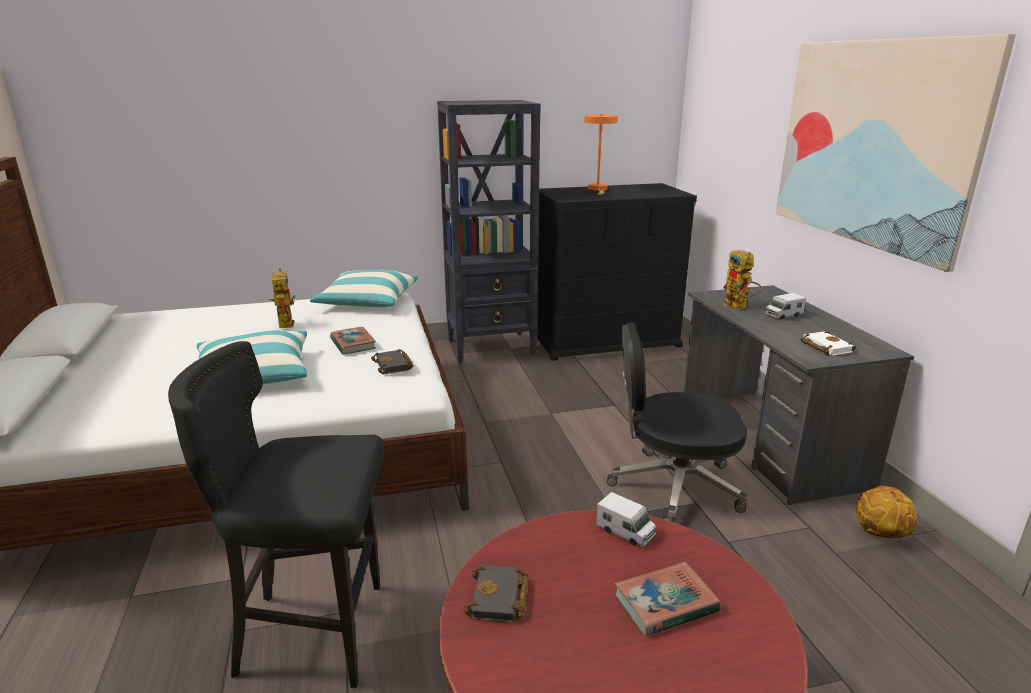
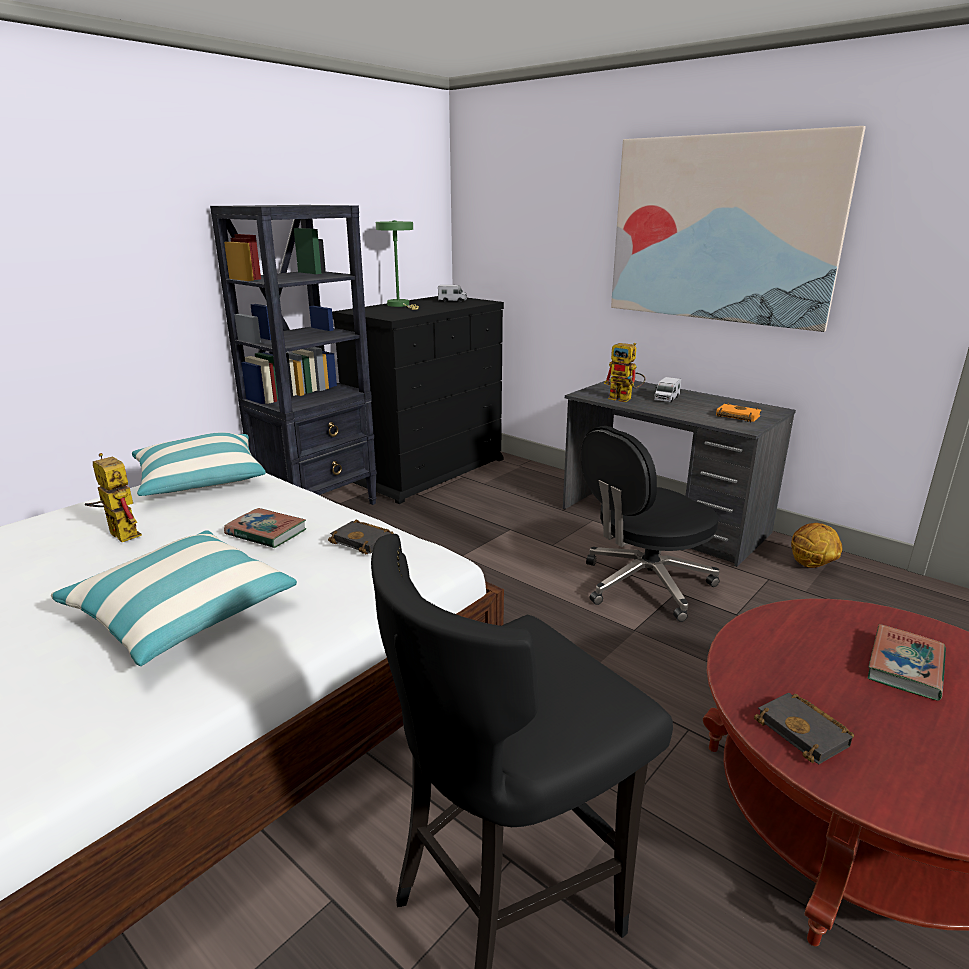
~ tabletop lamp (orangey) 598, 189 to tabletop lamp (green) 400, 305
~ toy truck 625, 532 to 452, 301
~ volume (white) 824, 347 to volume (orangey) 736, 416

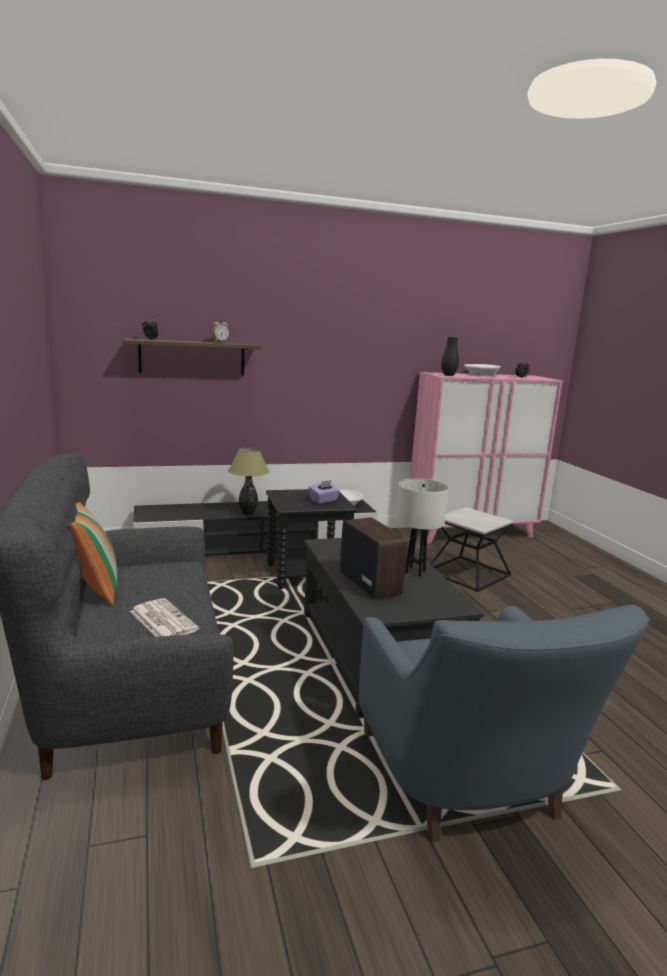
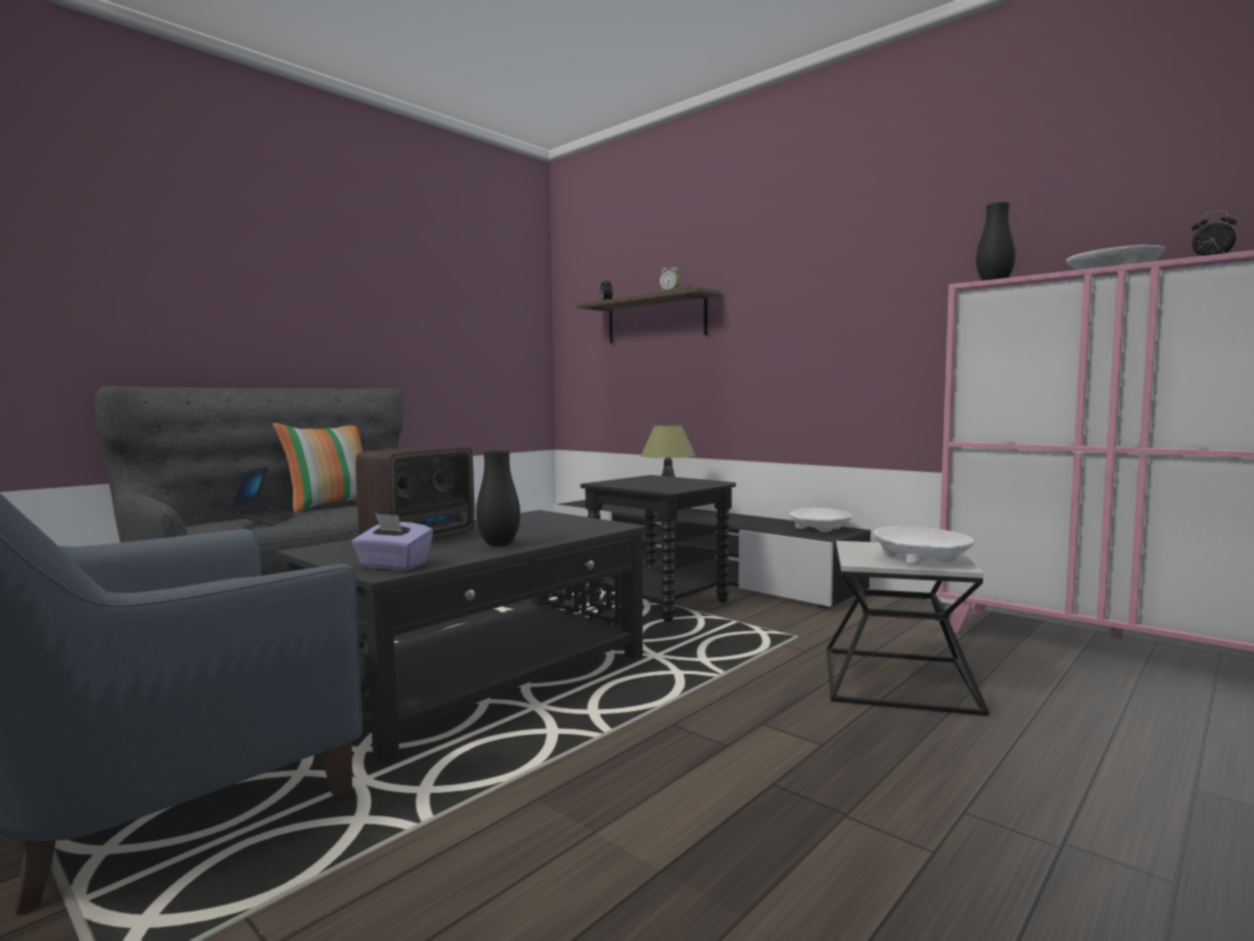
~ printed paper 162, 620 to notebook computer 263, 521
~ box of tissues (purple-coloured) 324, 500 to 393, 566
~ tabletop lamp (white) 415, 572 to vase (blackish) 499, 545
+ deep dish (white) 921, 559

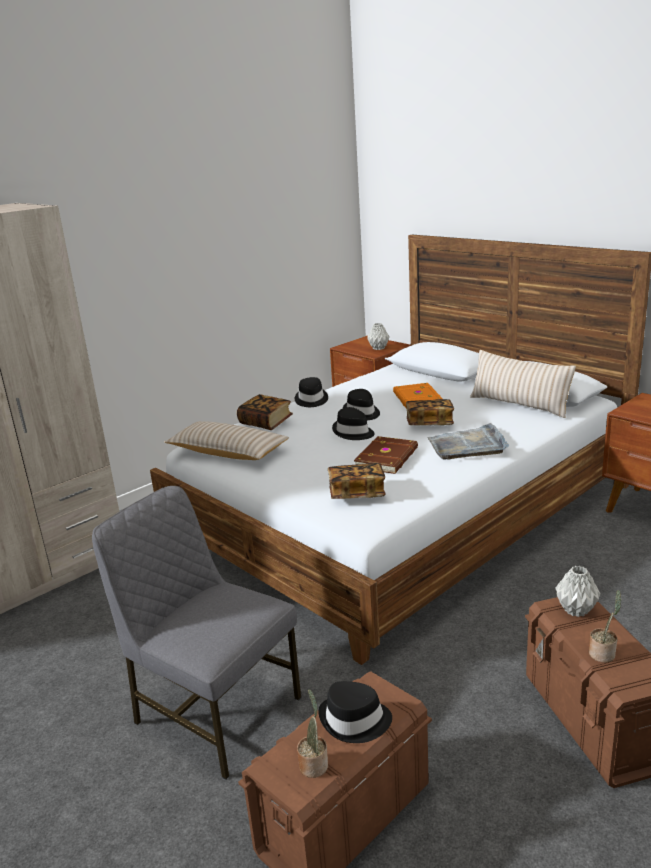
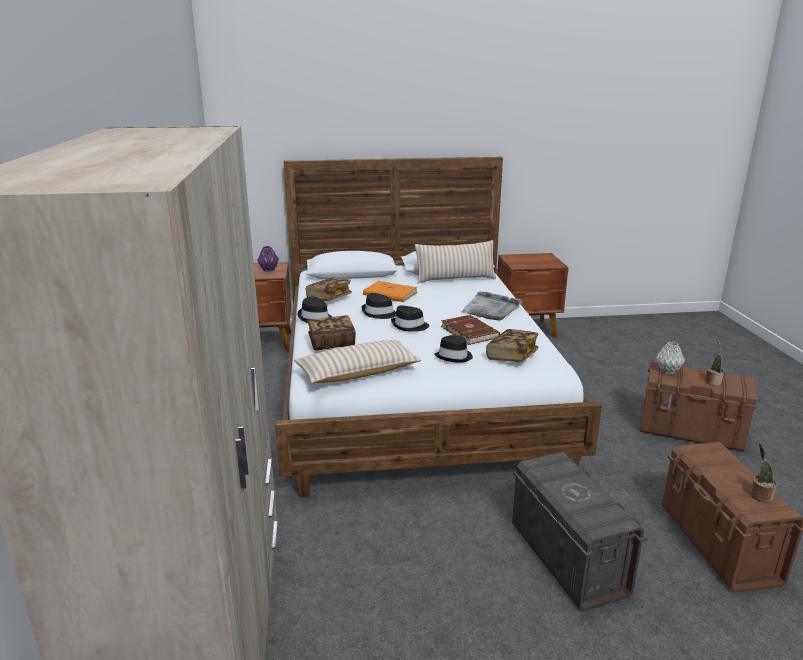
~ vase (gray) 378, 348 to vase (purple-coloured) 268, 270
~ volume 429, 423 to 329, 298
~ wearable hat (blackish) 355, 721 to 454, 356
~ upright chair (gray) 214, 710 to storage box (gray) 567, 558

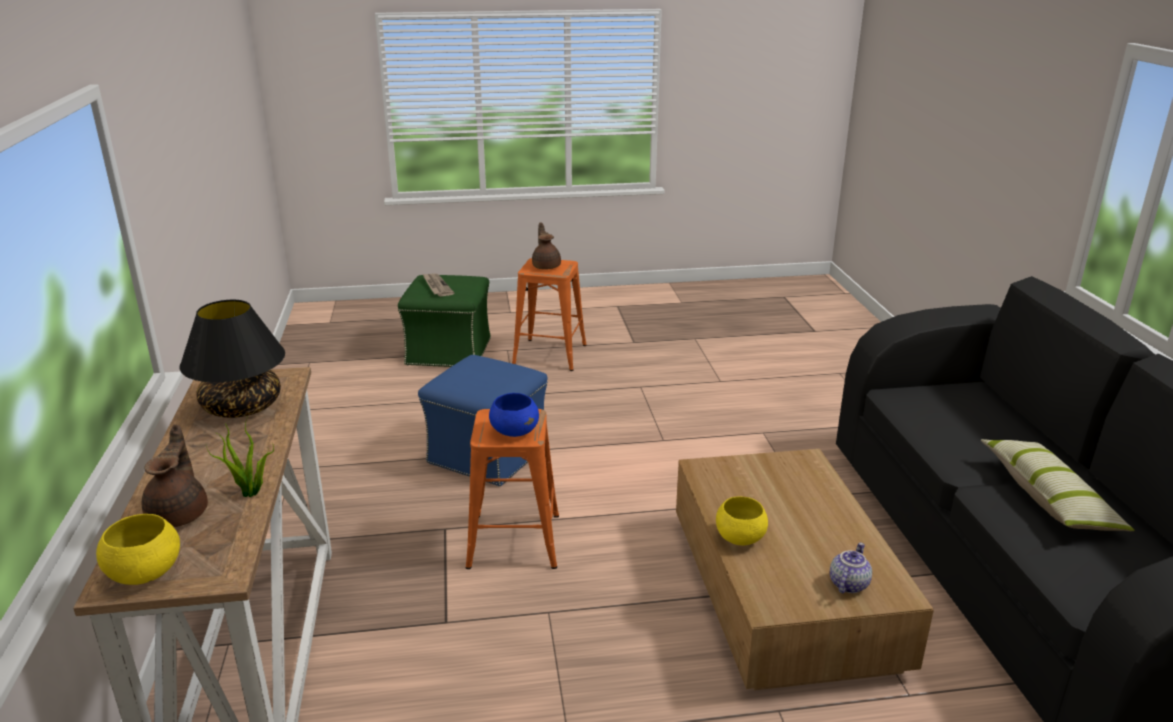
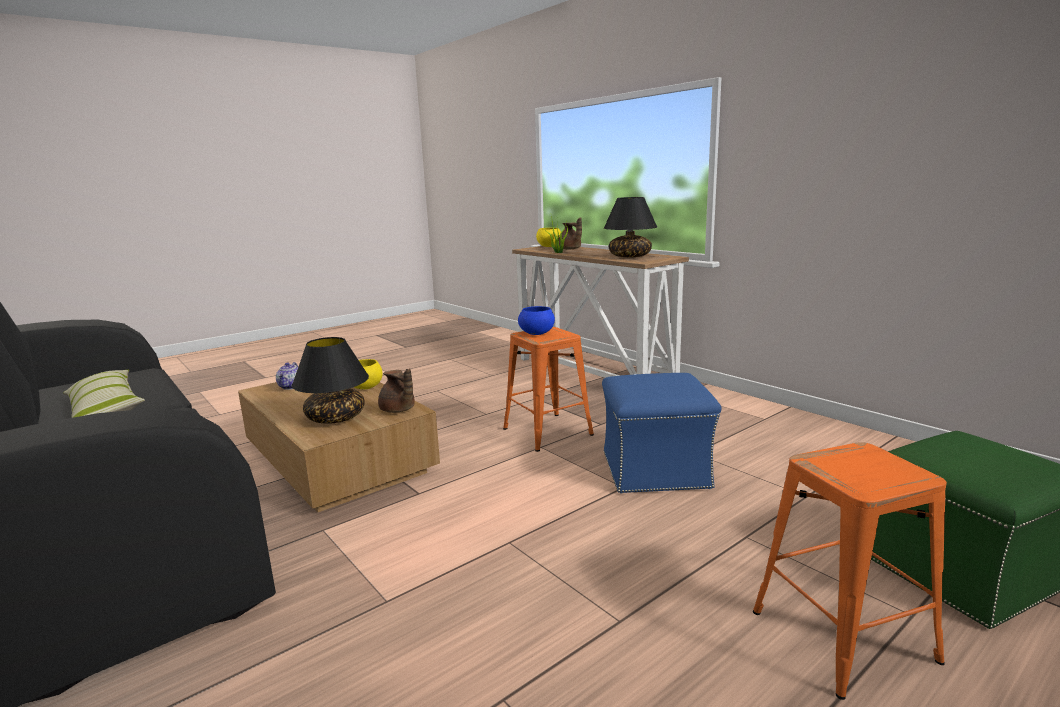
+ tabletop lamp (blackish) 335, 417
~ pot for tea (brown-coloured) 546, 266 to 398, 410
- printed paper 436, 286

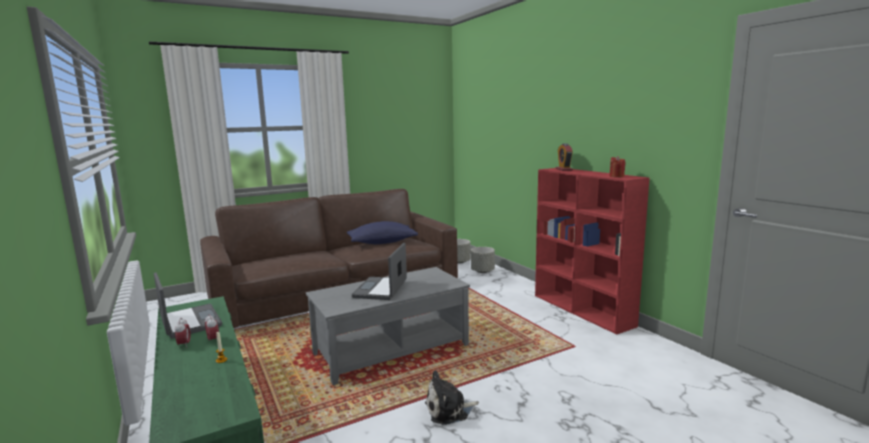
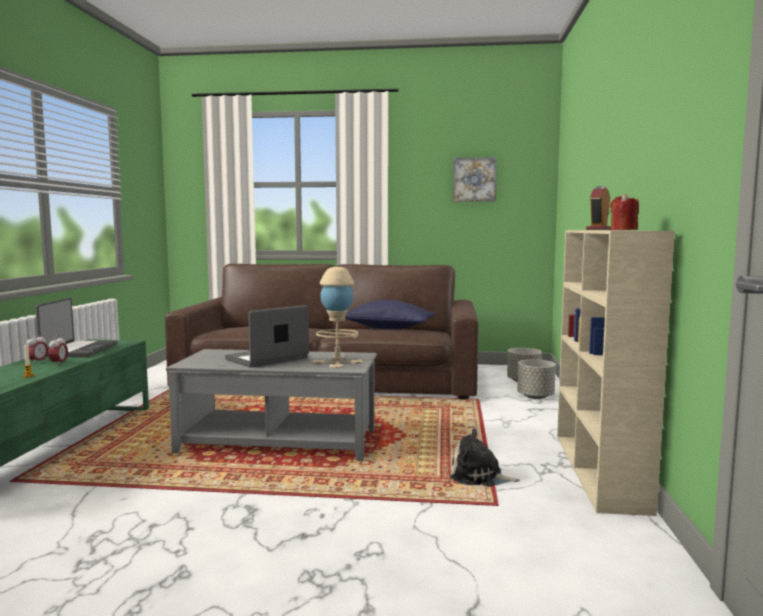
+ tabletop lamp (beige) 337, 362
~ cuddly toy 449, 410 to 479, 477
+ wall picture 474, 180
~ bookcase (reddish) 583, 310 to bookcase (beige) 600, 471

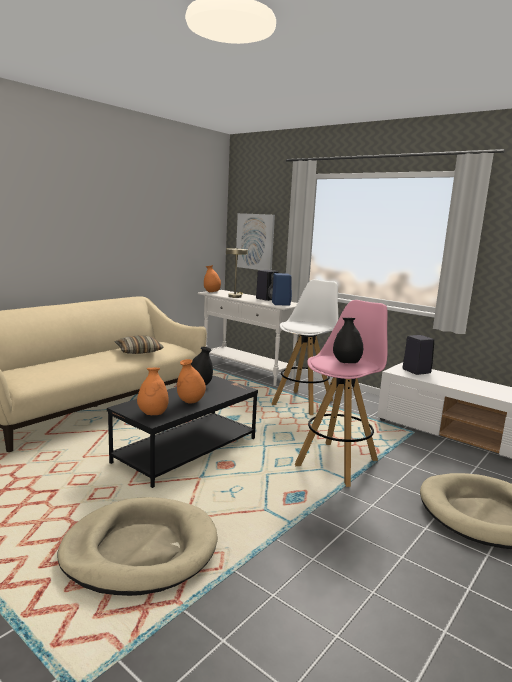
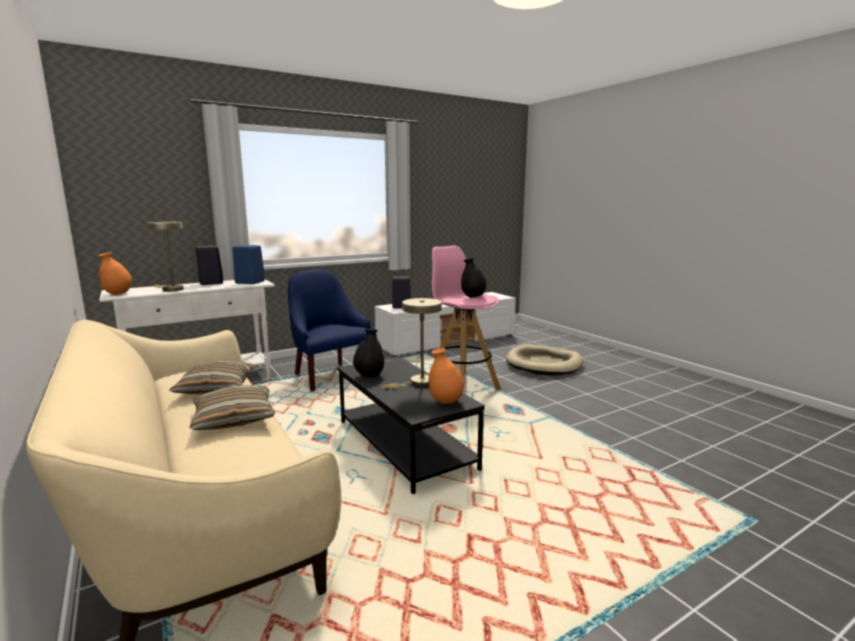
+ pillow 234, 418
~ stool (white) 303, 402 to armchair (bluish) 330, 375
~ vase (orangey) 190, 402 to tabletop lamp (beige) 417, 383
- dog cushion (beige) 140, 549
- wall picture 255, 241

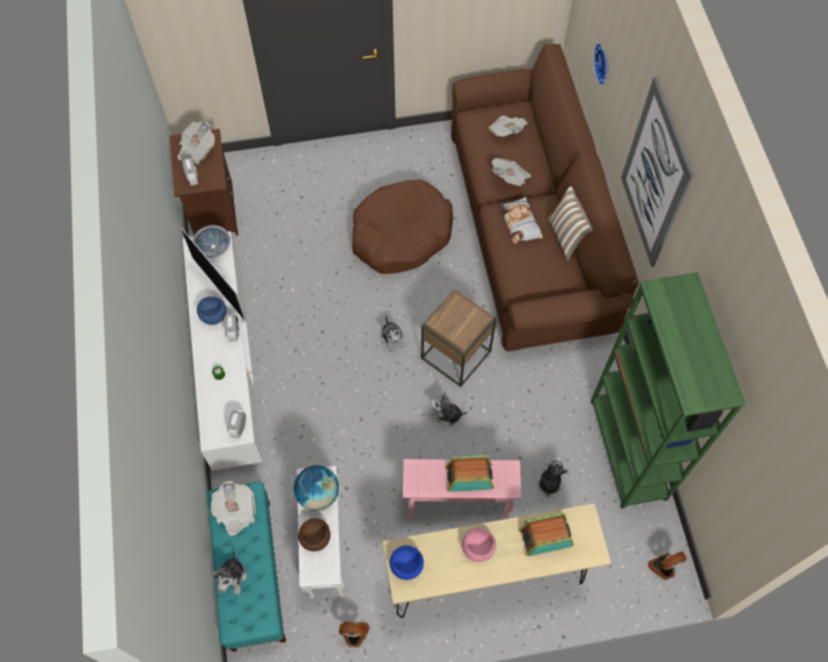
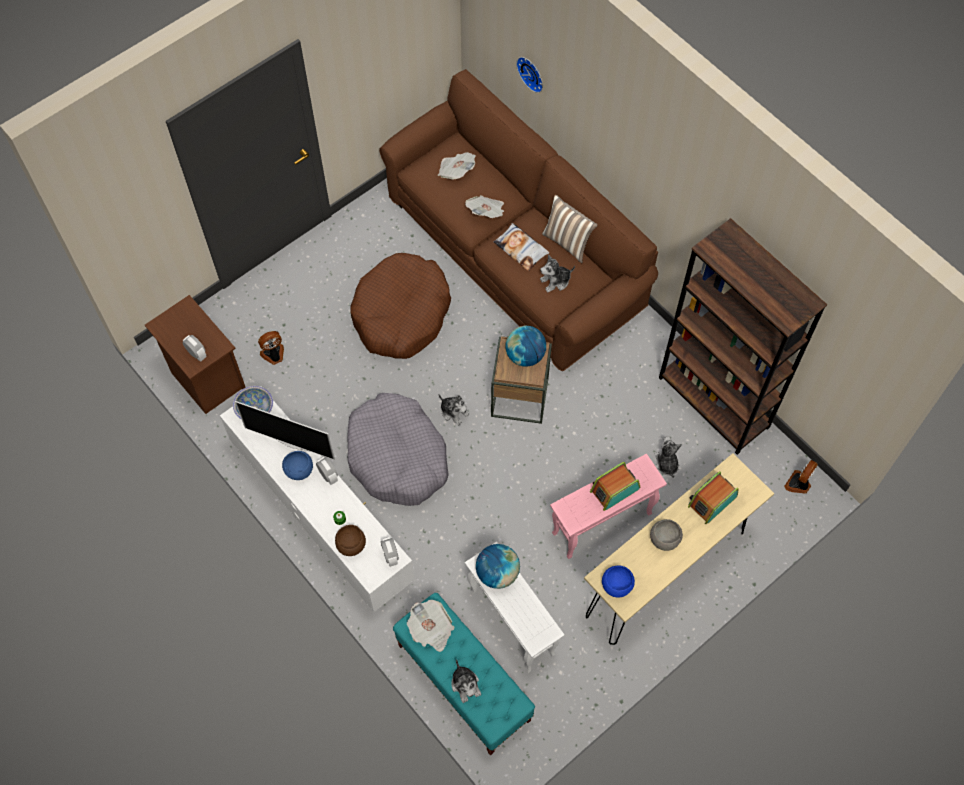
~ cooling fan 354, 634 to 274, 355
~ deep dish (brown-coloured) 315, 538 to 351, 545
+ dog cushion (gray) 397, 457
+ desk globe 525, 355
~ cuddly toy 446, 415 to 555, 281
~ deep dish (pink) 477, 547 to deep dish (gray) 664, 539
~ bookcase (green) 628, 450 to bookcase (brown-coloured) 714, 402
- printed paper 196, 150
- wall picture 655, 176

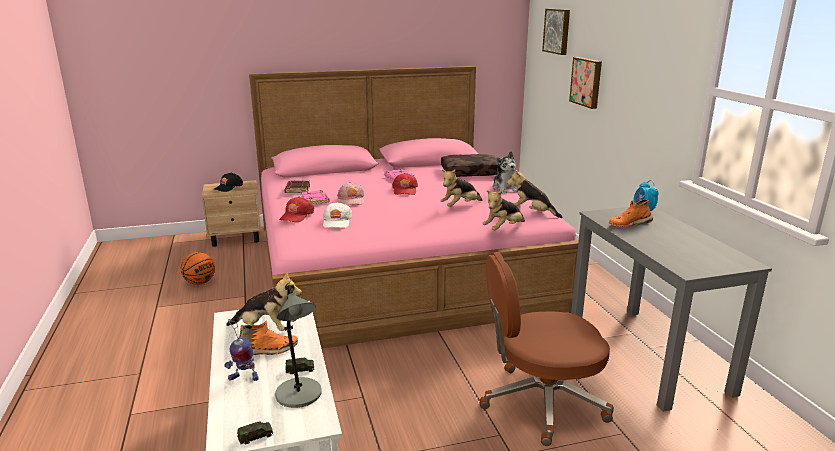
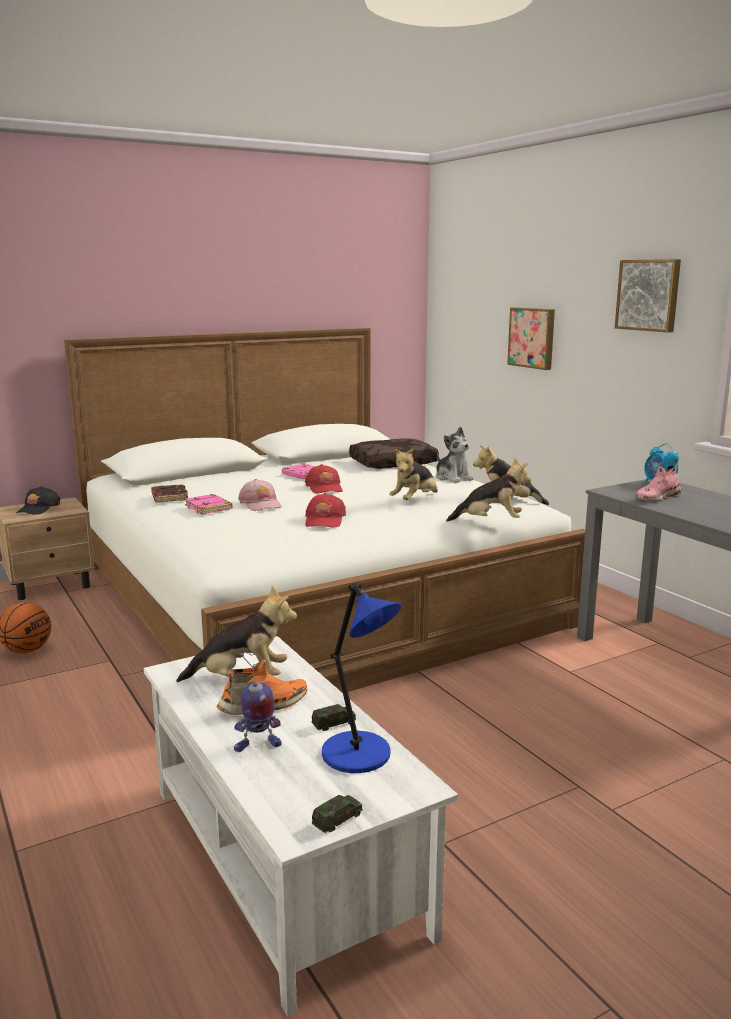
~ bedroom bed (pink) 398, 263 to bedroom bed (white) 312, 594
~ cap (reddish) 296, 216 to 324, 520
~ tabletop lamp (gray) 299, 395 to tabletop lamp (bluish) 359, 755
~ cuddly toy 503, 229 = 490, 522 120 degrees counterclockwise
~ wall picture 557, 31 to 649, 295
~ shoe (orangey) 629, 224 to shoe (pink) 656, 497
- cap (white) 337, 222
- computer chair (brown-coloured) 541, 402

